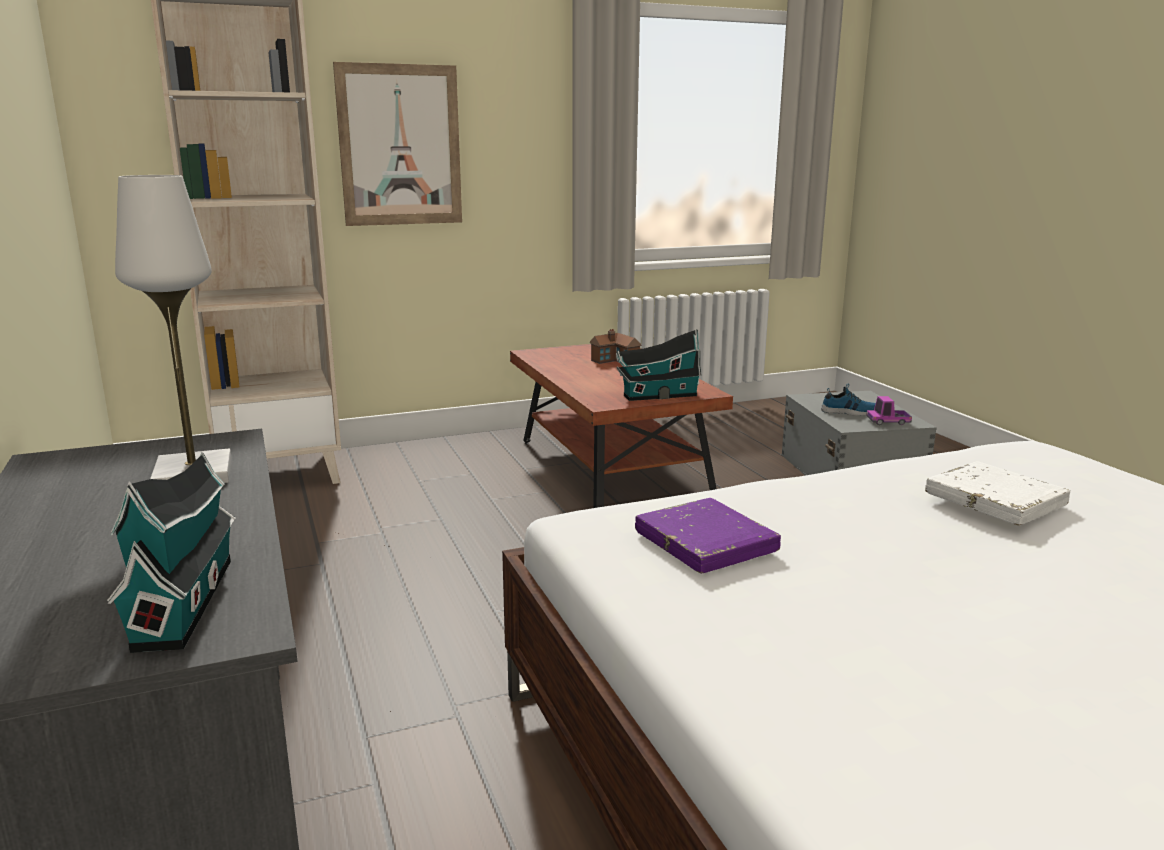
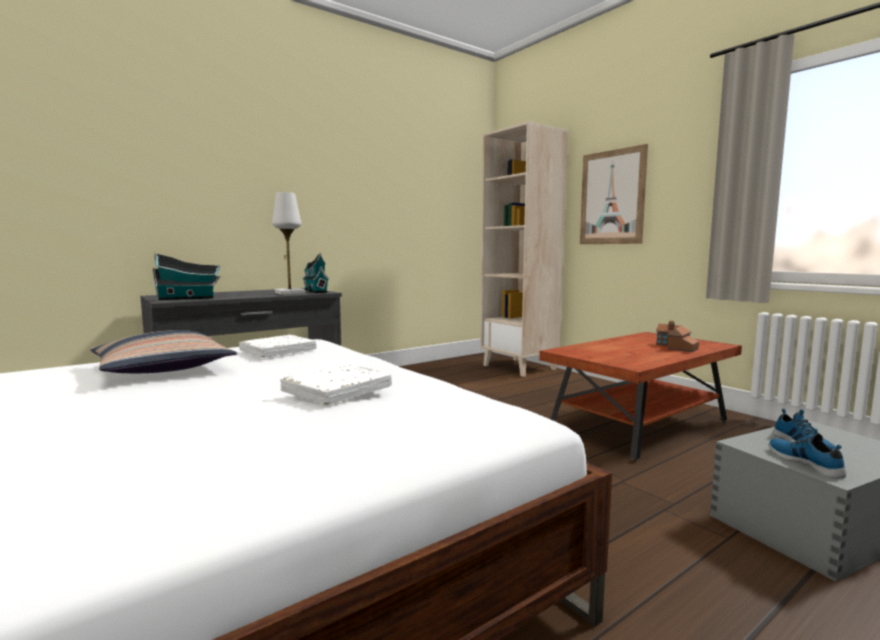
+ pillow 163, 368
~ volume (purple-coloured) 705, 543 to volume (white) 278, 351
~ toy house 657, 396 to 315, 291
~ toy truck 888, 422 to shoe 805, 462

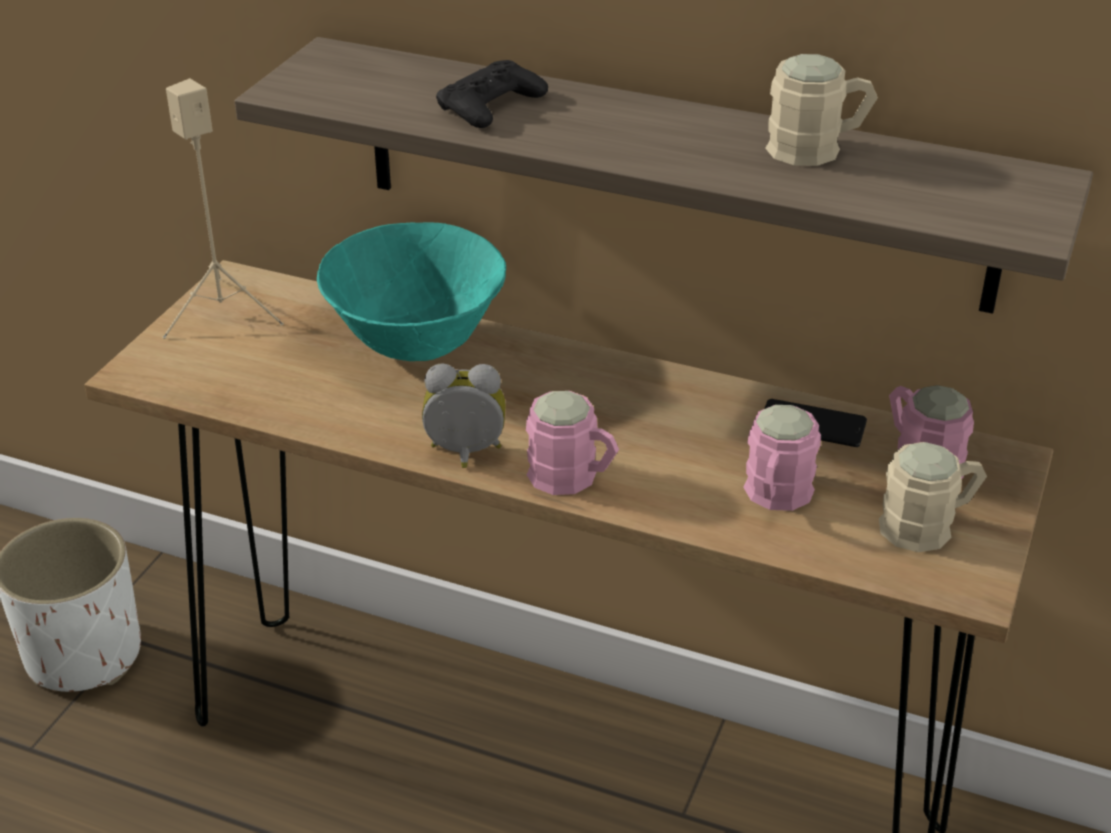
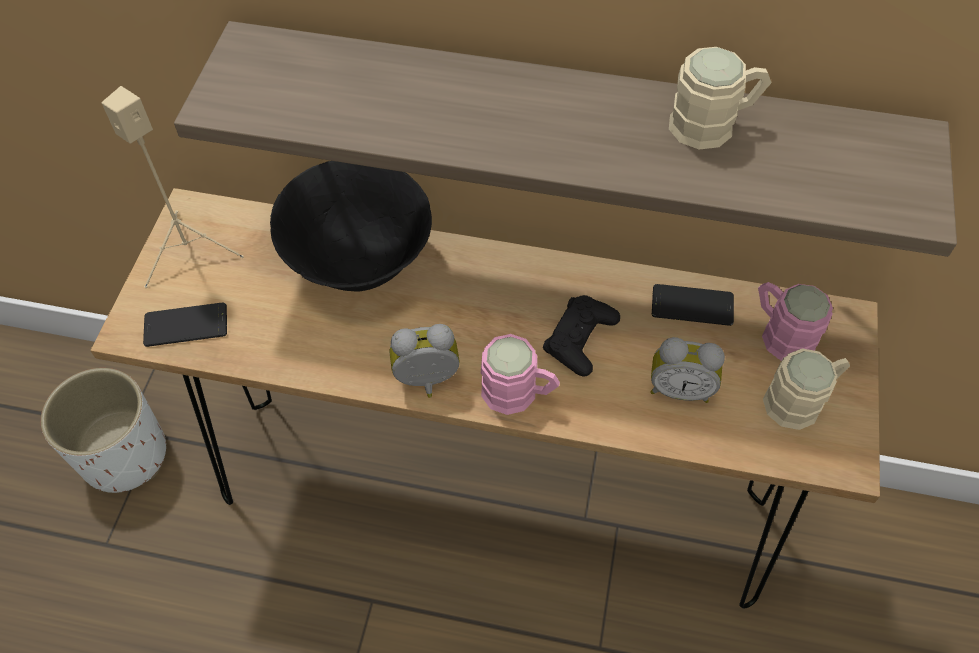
+ phone 186, 325
~ deep dish (turquoise-coloured) 416, 346 to deep dish (blackish) 360, 266
~ game controller (blackish) 491, 105 to 580, 339
~ tea mug (pink) 775, 497 to alarm clock 679, 388

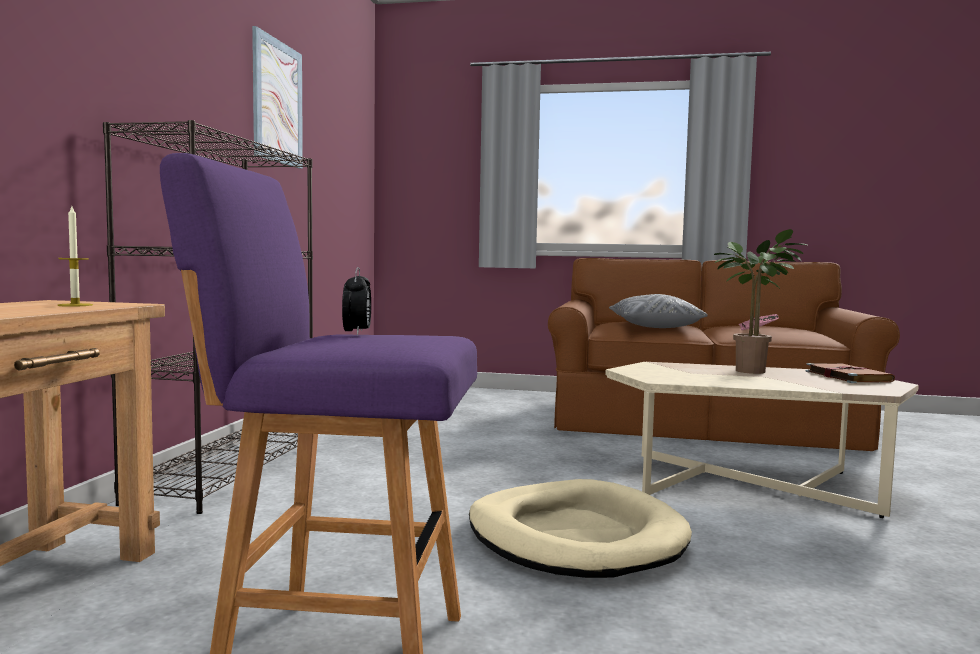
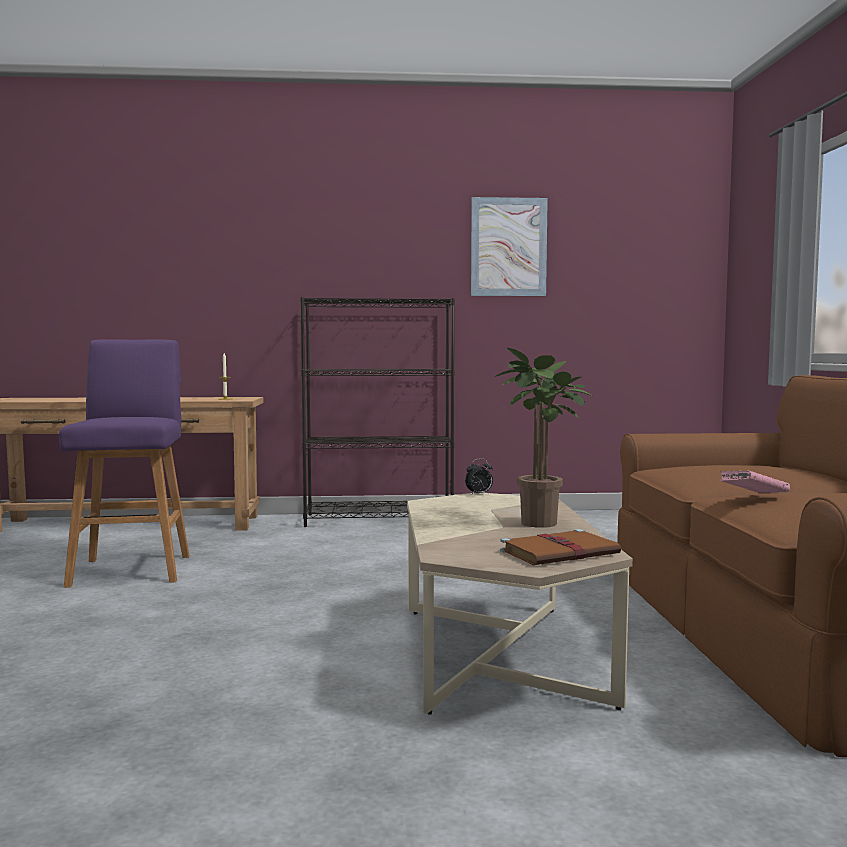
~ alarm clock 357, 333 to 479, 494
- dog cushion (beige) 575, 537
- pillow (gray) 654, 326

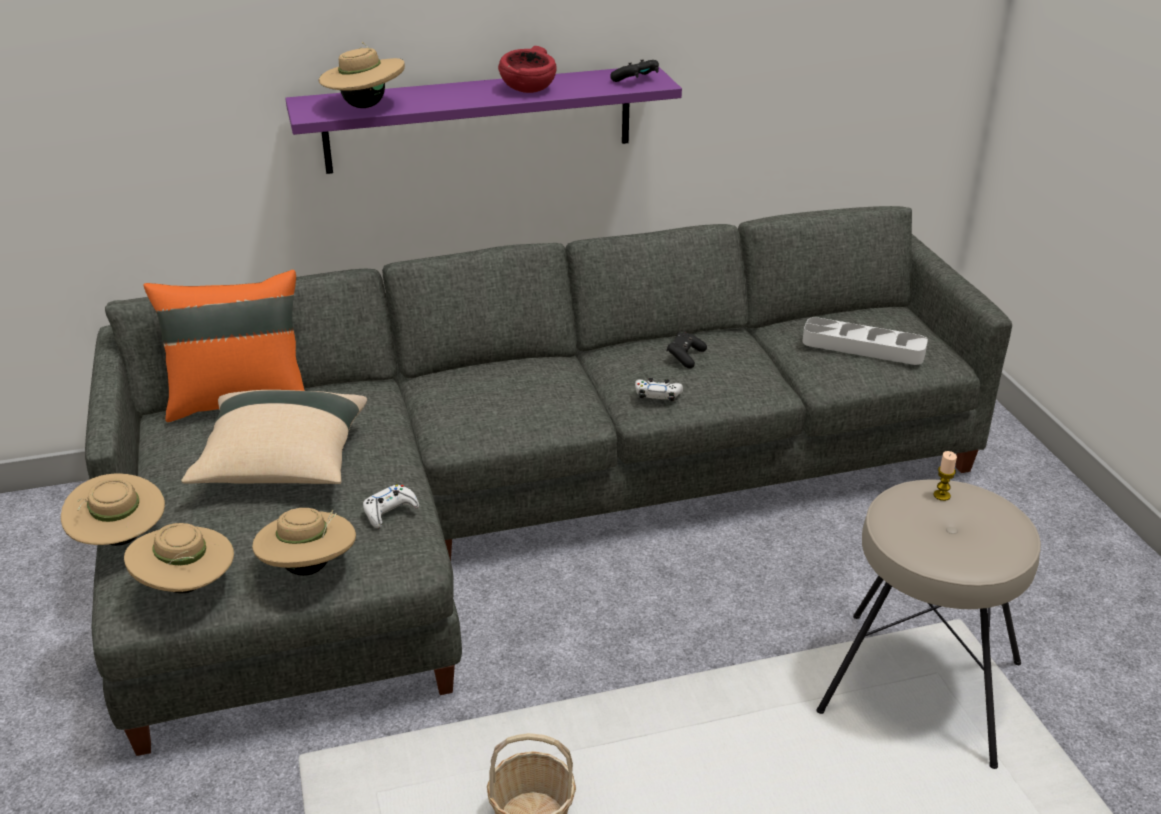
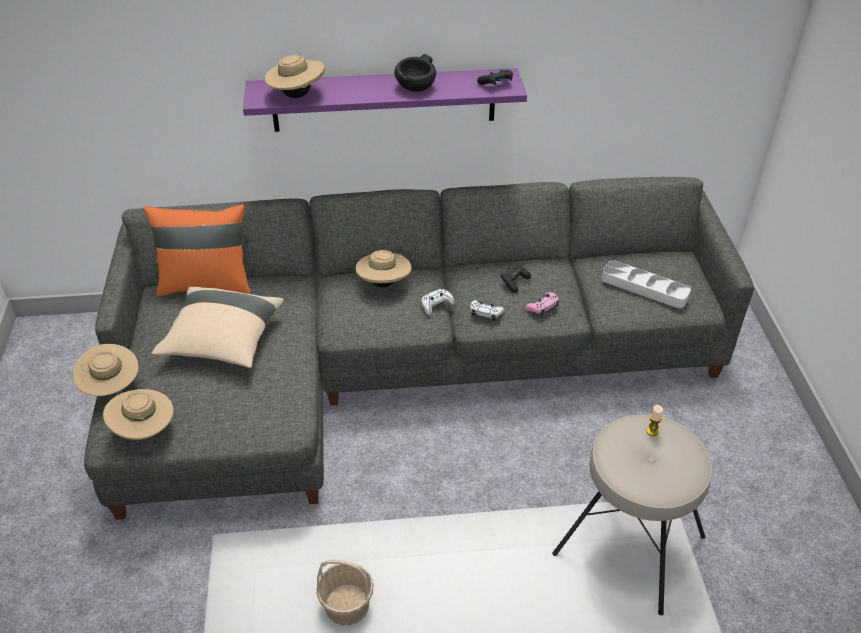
~ wearable hat (beige) 309, 568 to 384, 283
~ deep dish (reddish) 529, 89 to deep dish (blackish) 416, 87
~ game controller (white) 389, 511 to 436, 304
+ game controller (pink) 542, 306

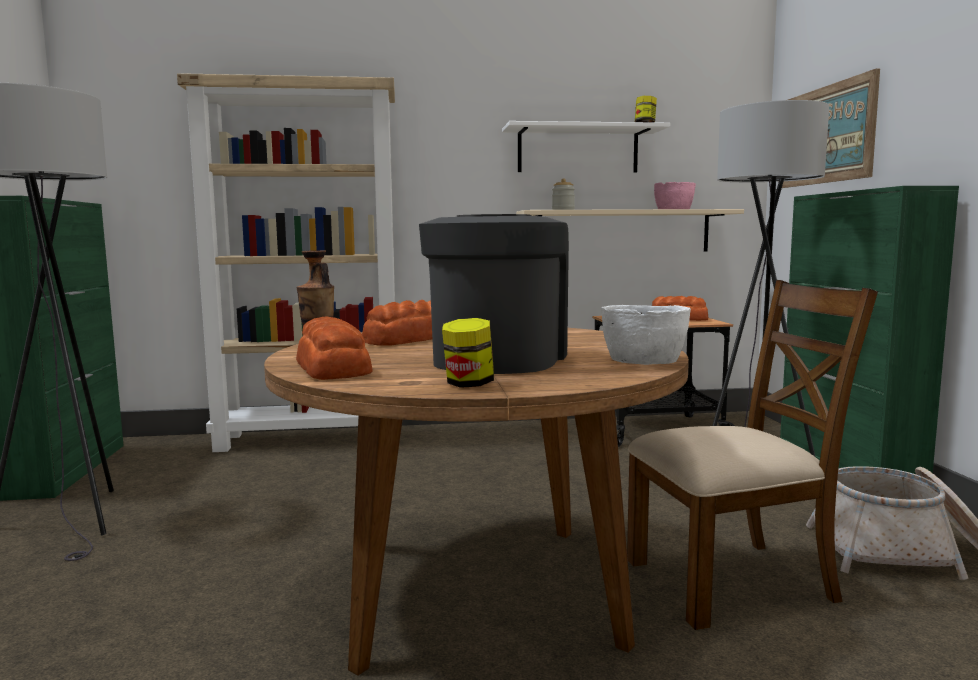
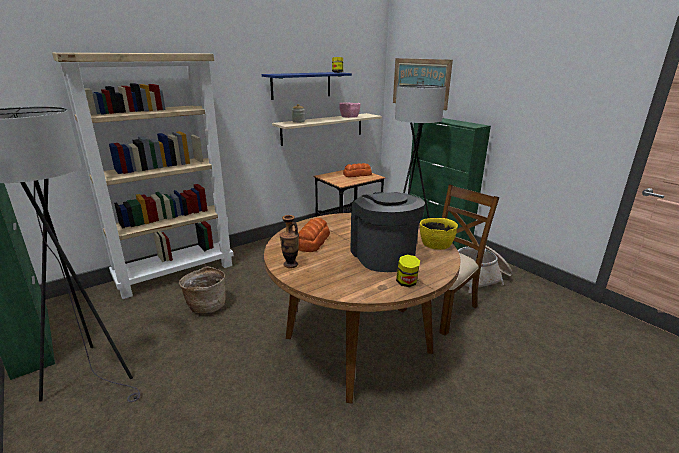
+ basket 206, 305
~ wall shelf (white) 578, 150 to wall shelf (bluish) 301, 85
~ deep dish (white) 643, 360 to deep dish (yellow) 435, 244
- baked bread 333, 368

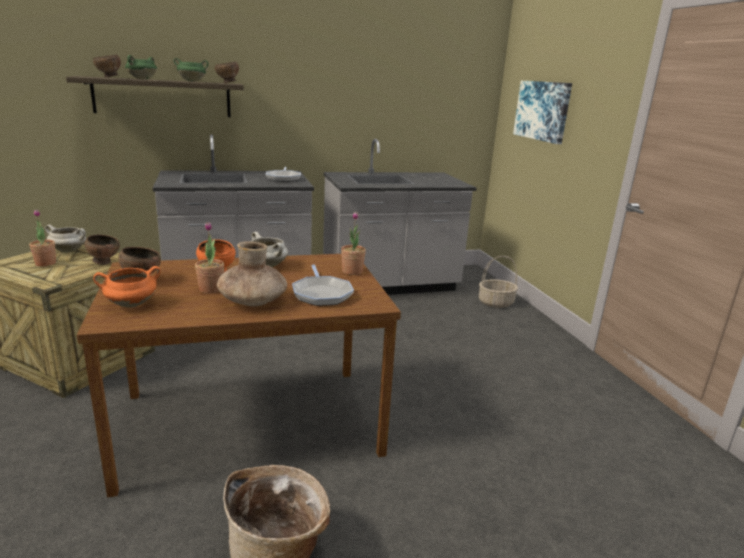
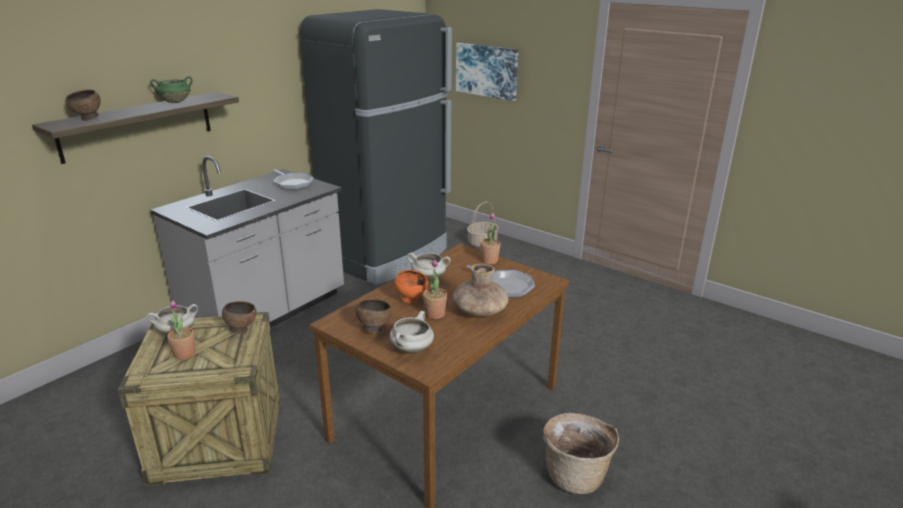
~ counter (gray) 390, 285 to fridge (blackish) 387, 256
~ saucepot (orangey) 131, 305 to saucepot (white) 412, 350
- saucepot (green) 142, 79
- deep dish (brown-coloured) 227, 83

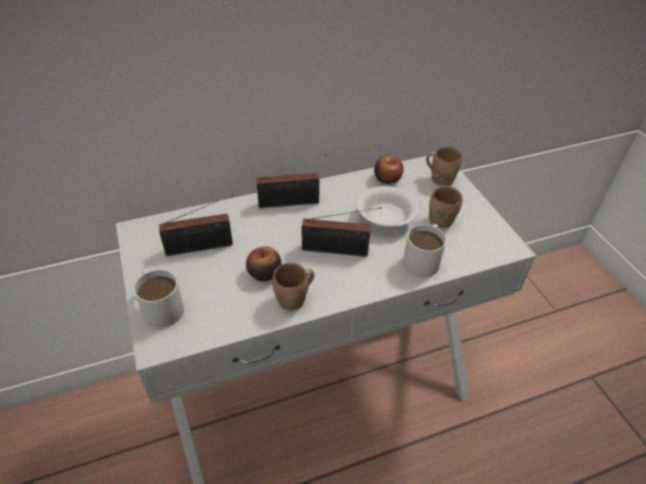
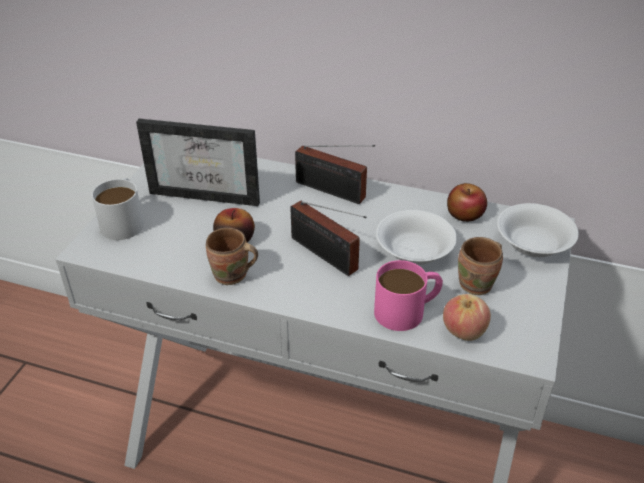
~ radio receiver 203, 246 to picture frame 210, 191
~ tea mug (white) 424, 258 to tea mug (pink) 408, 310
+ apple 463, 331
~ tea mug (brown-coloured) 441, 178 to deep dish (white) 532, 243

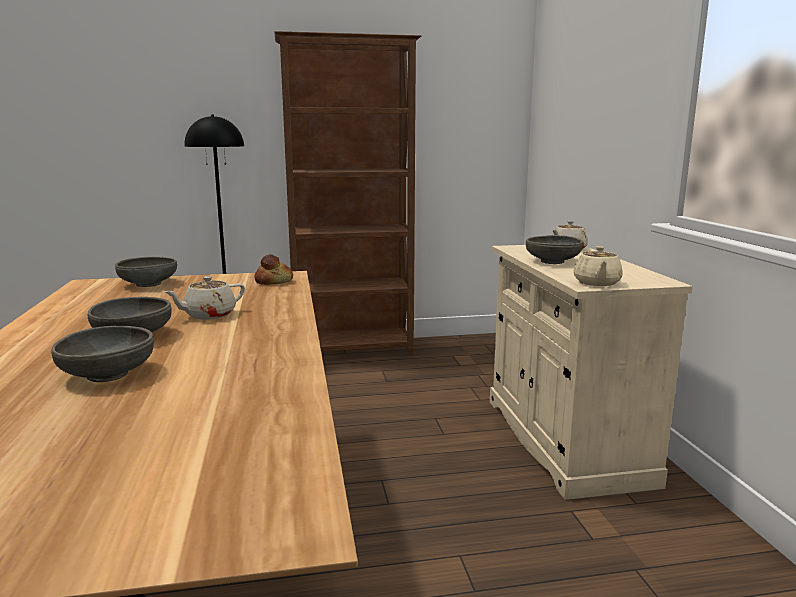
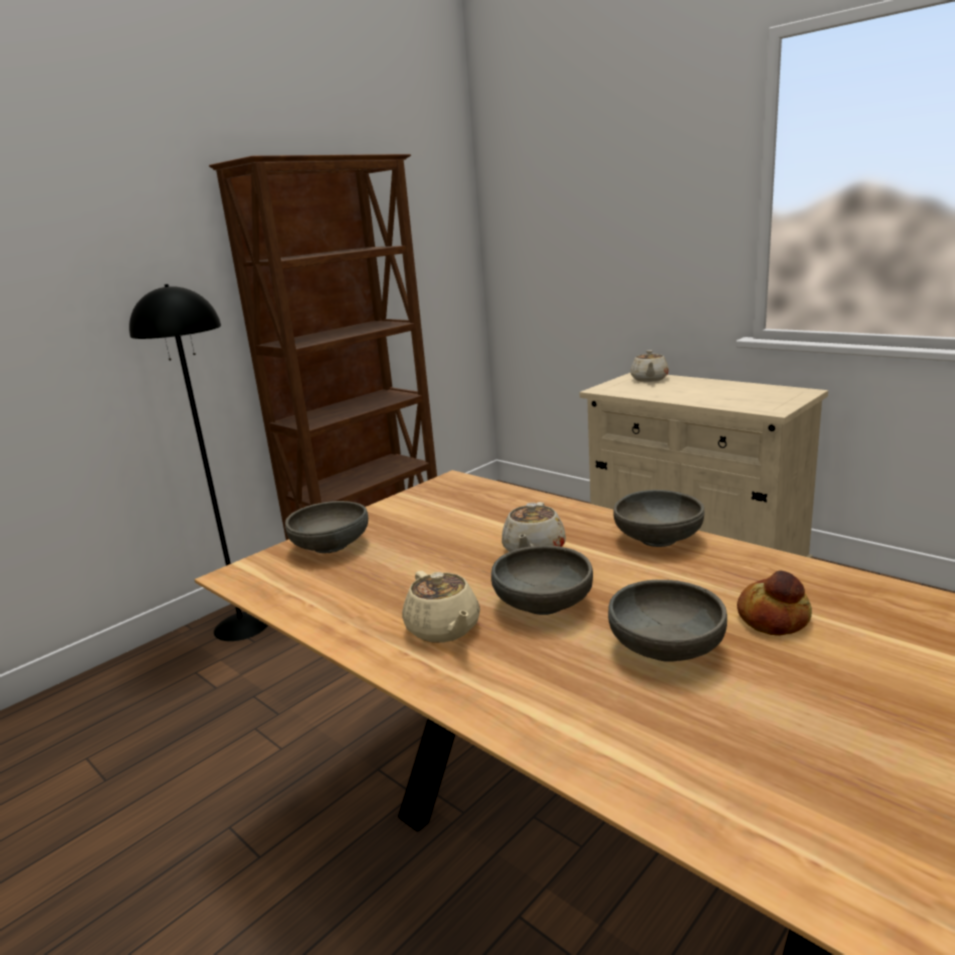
~ pot for tea (beige) 596, 283 to 443, 629
~ deep dish (gray) 552, 261 to 658, 539
~ baked bread 274, 282 to 774, 618

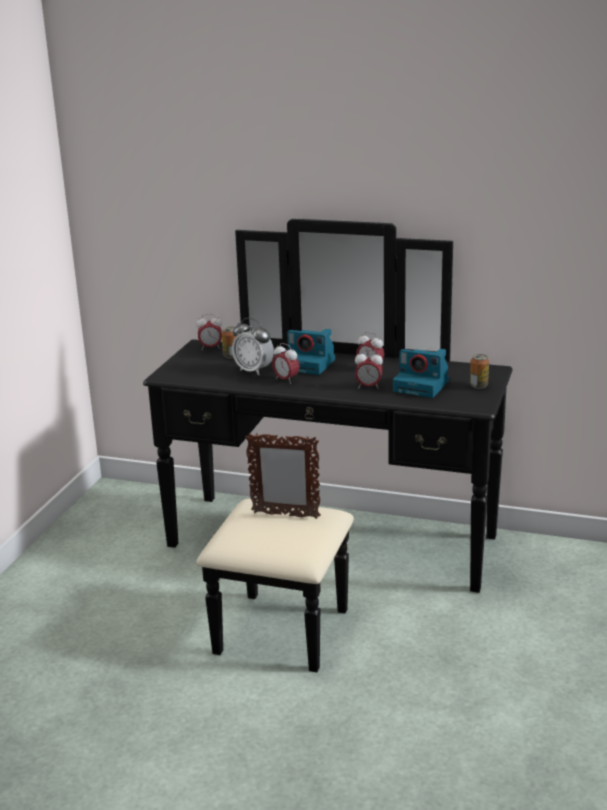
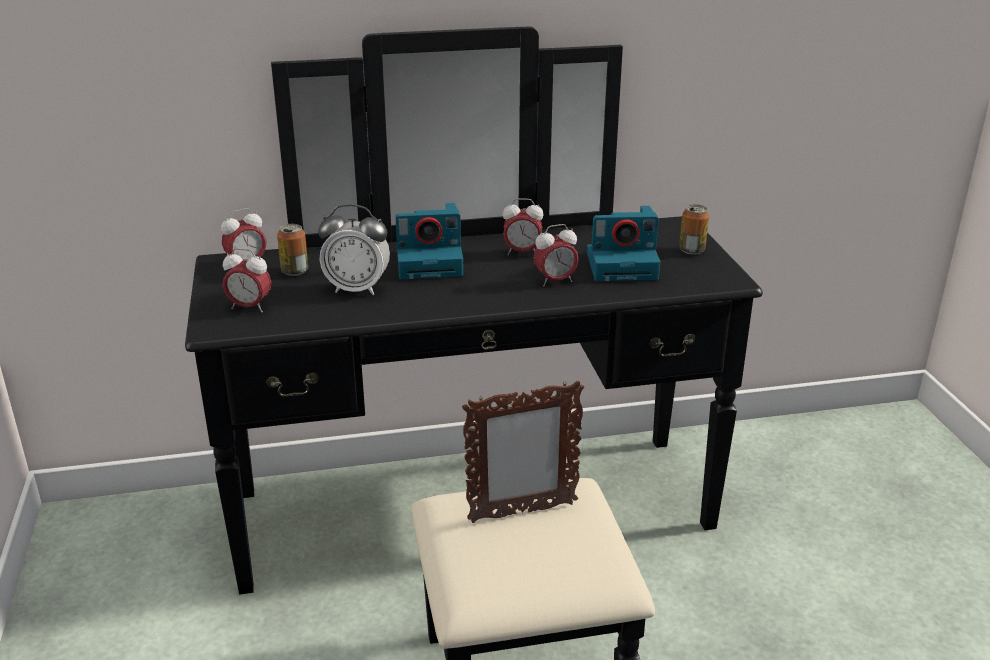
~ alarm clock 286, 380 to 249, 307

